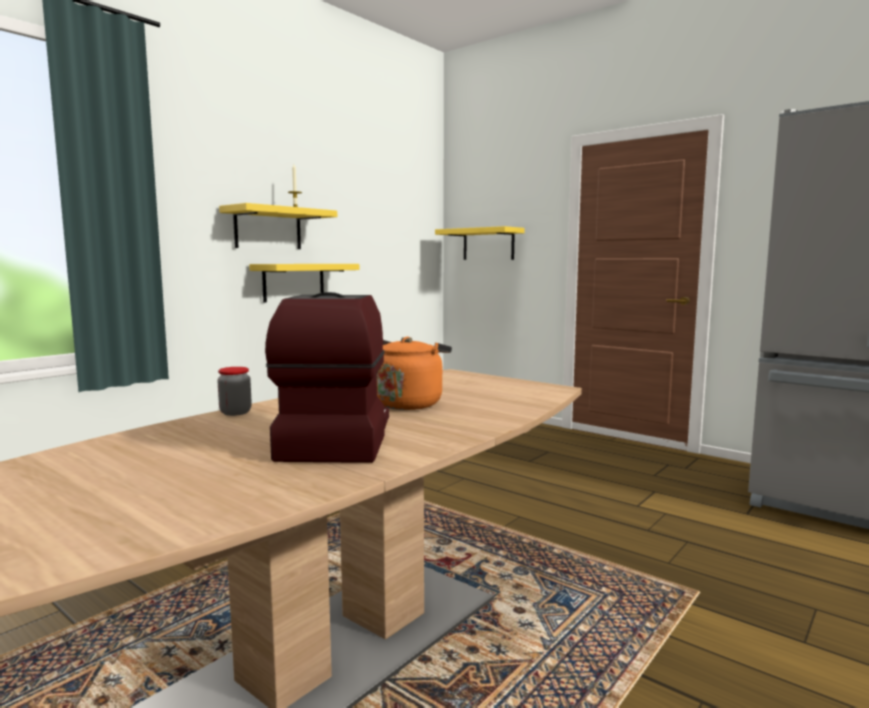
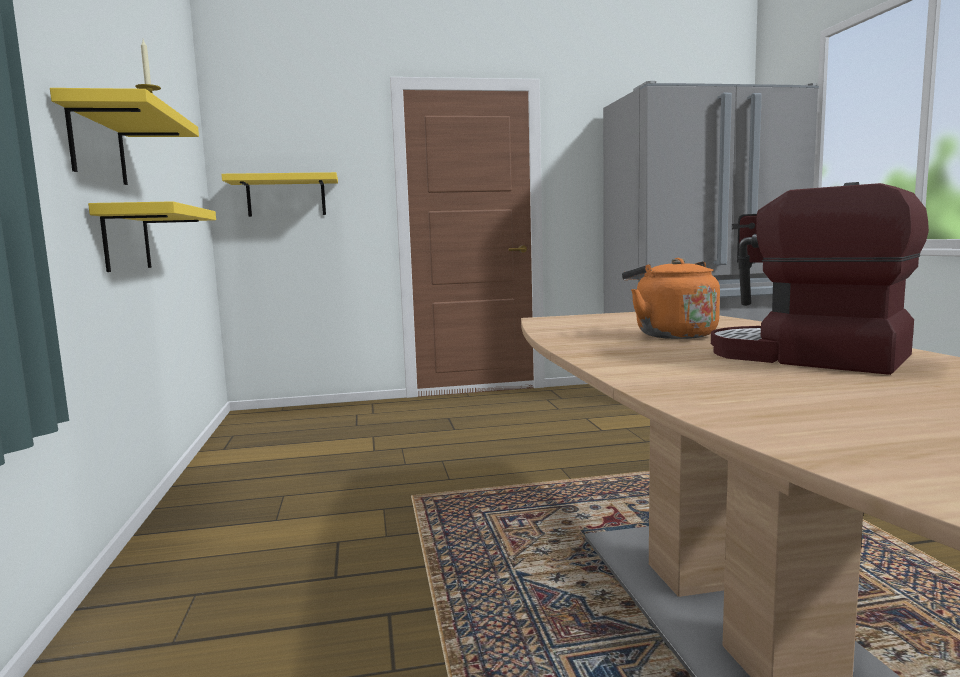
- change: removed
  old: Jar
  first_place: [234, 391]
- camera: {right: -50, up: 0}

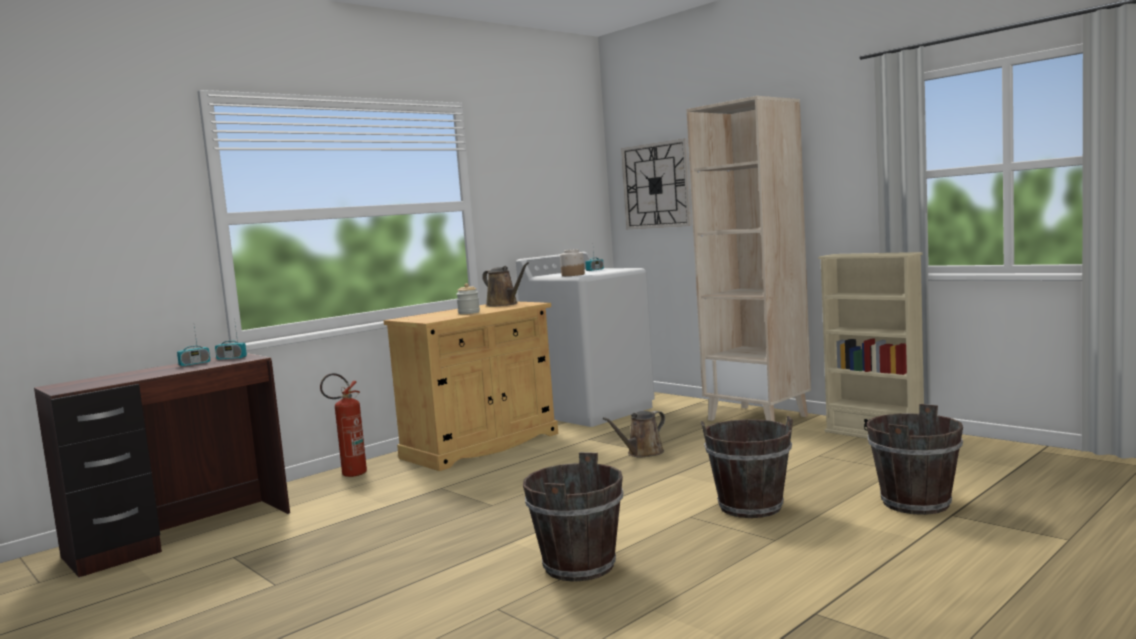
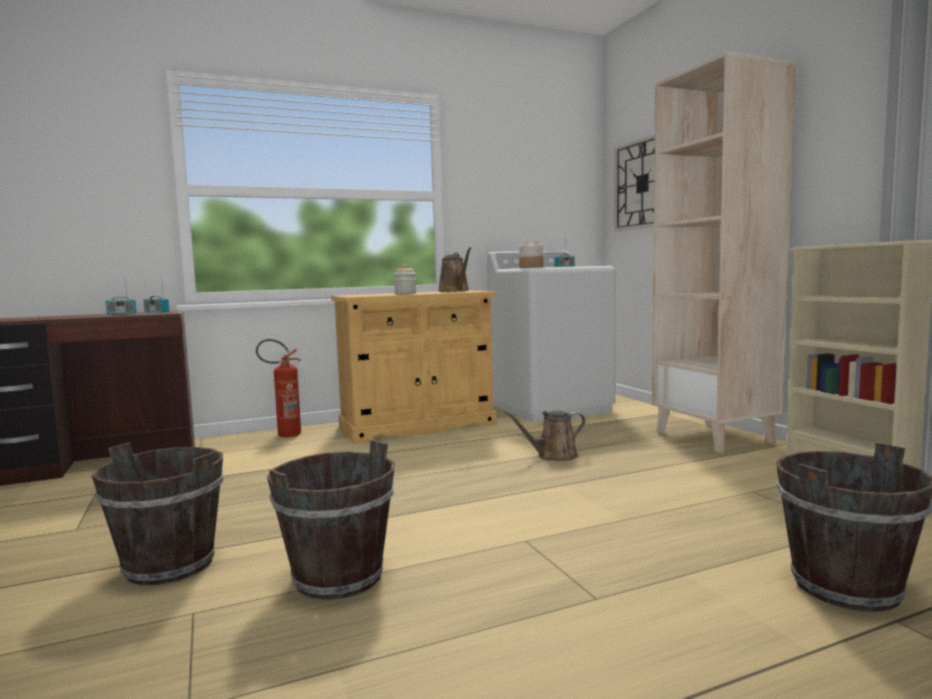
- change: moved
  old: BrownBucket
  first_place: [747, 467]
  second_place: [157, 513]
- camera: {right: 20, up: 0}

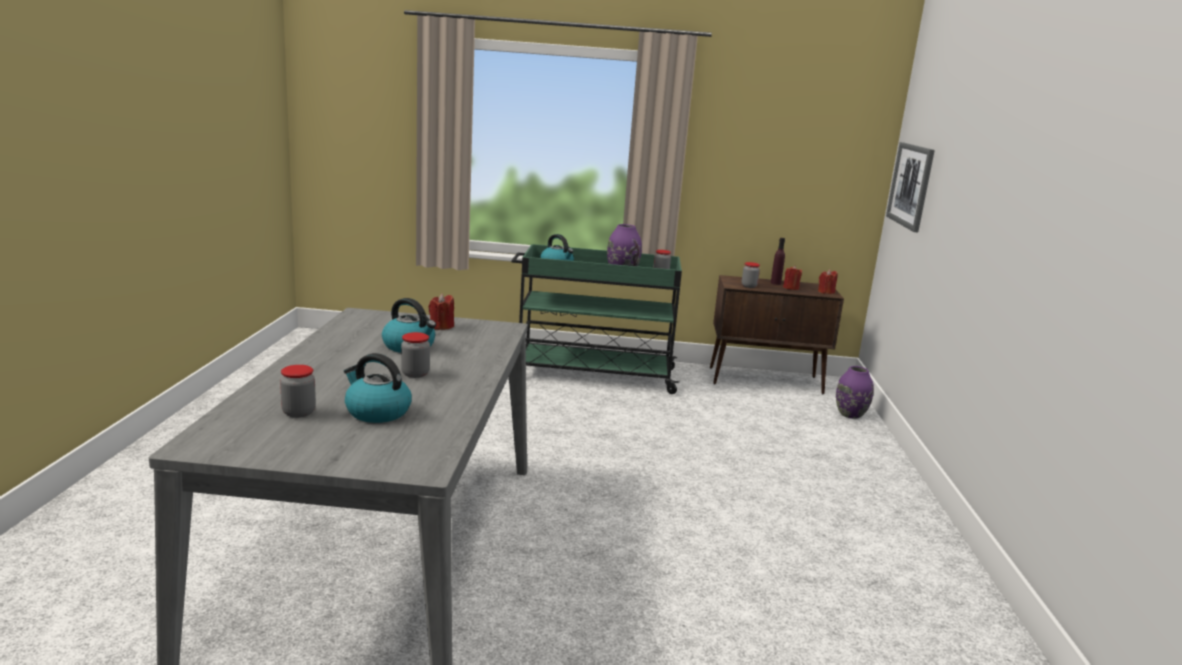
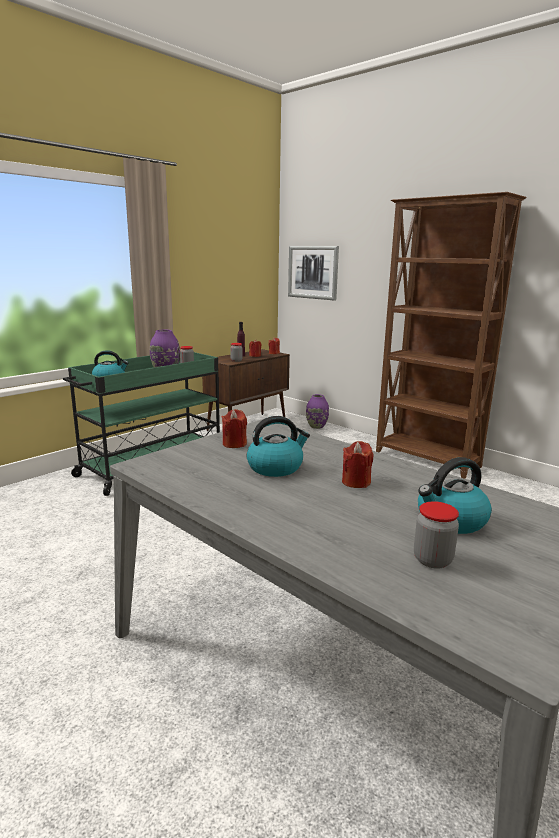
- change: replaced
  old: Jar
  new: RedCandle
  first_place: [415, 355]
  second_place: [357, 464]
- change: added
  new: BrownBookcase
  second_place: [451, 335]
- camera: {right: -50, up: 0}

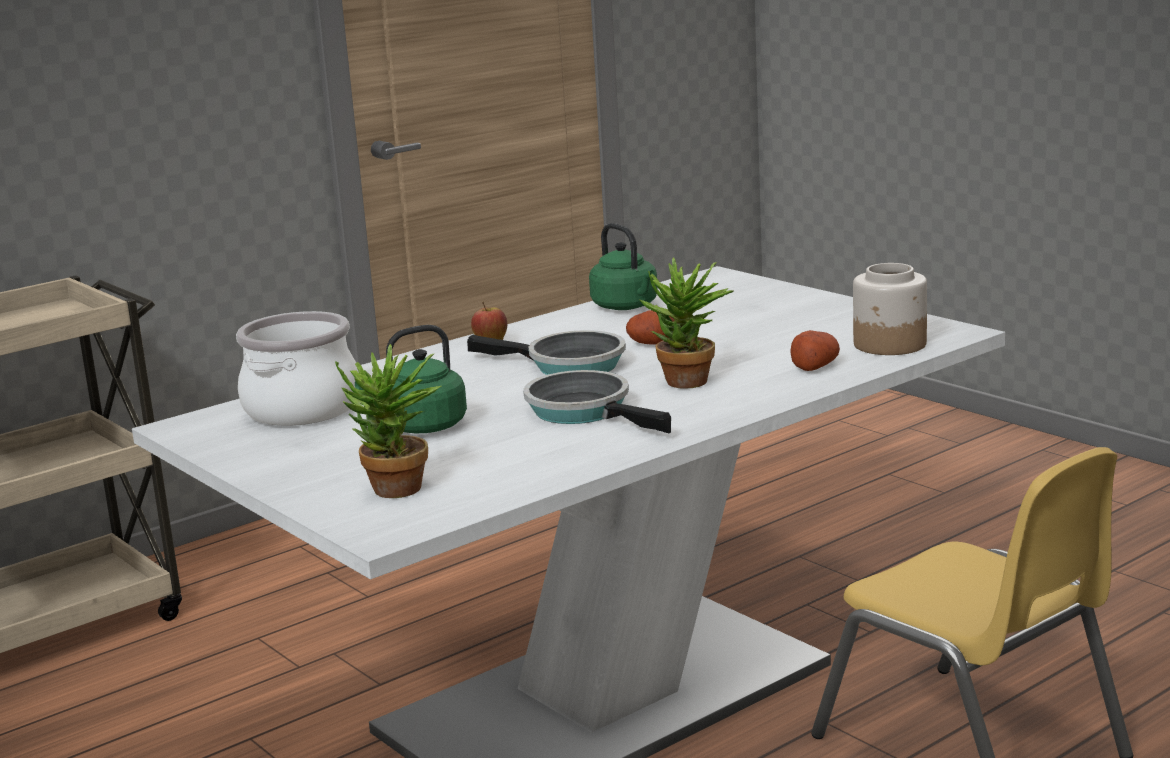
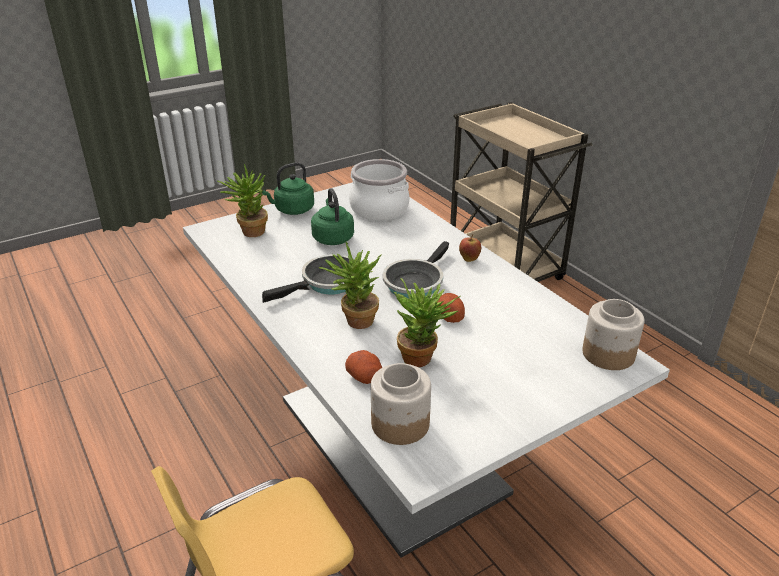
- change: moved
  old: GreenKettle
  first_place: [623, 266]
  second_place: [288, 188]
- change: added
  new: PottedPlant
  second_place: [427, 322]
- change: added
  new: Jar
  second_place: [613, 334]
- camera: {right: 95, up: 15}

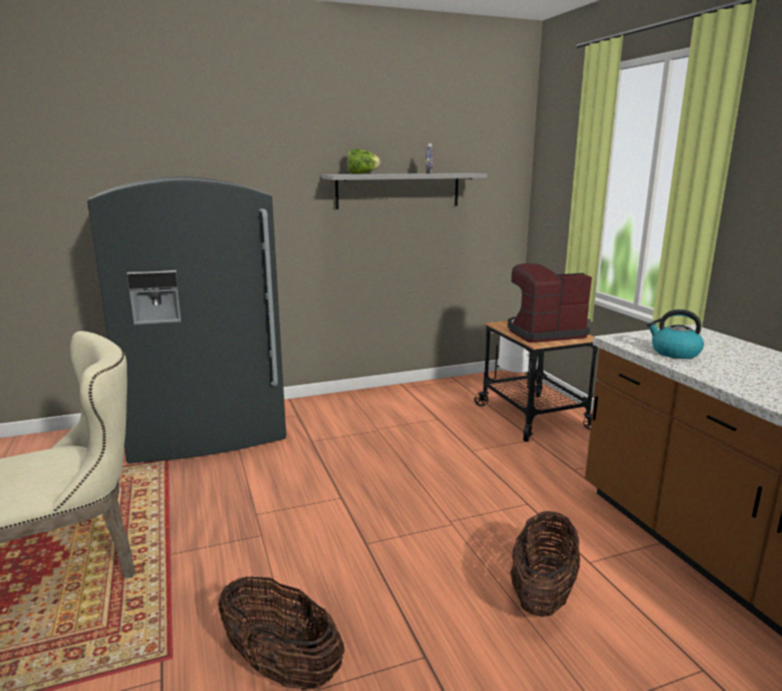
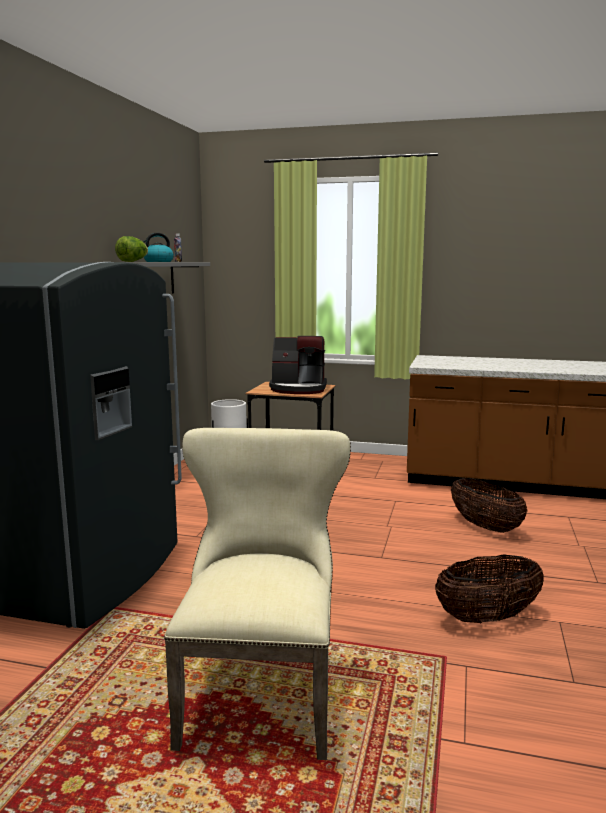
- change: moved
  old: Kettle
  first_place: [675, 334]
  second_place: [158, 247]
- change: turned
  old: CoffeeMachine
  first_place: [550, 303]
  second_place: [298, 365]
  degrees: -105
- camera: {right: -55, up: -5}

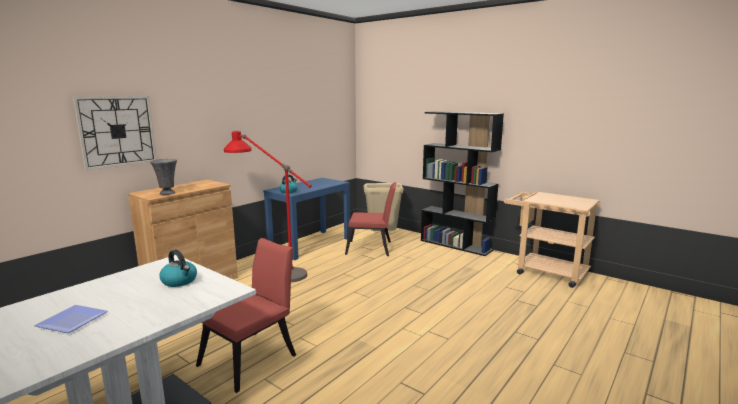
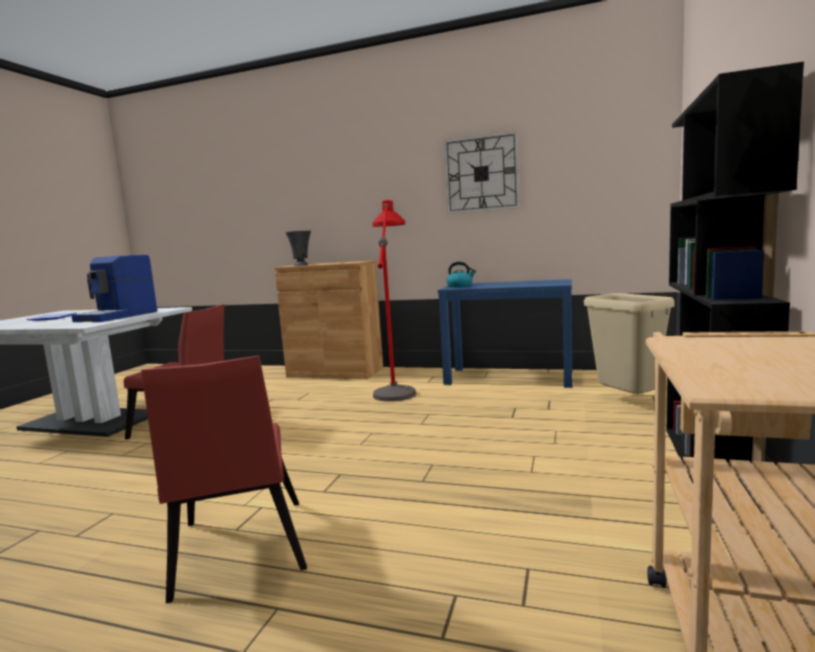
- change: replaced
  old: Kettle
  new: CoffeeMachine
  first_place: [178, 268]
  second_place: [114, 288]
- change: moved
  old: RedChair
  first_place: [371, 219]
  second_place: [224, 479]
- change: moved
  old: WallClock
  first_place: [115, 133]
  second_place: [482, 172]
- camera: {right: 70, up: -5}

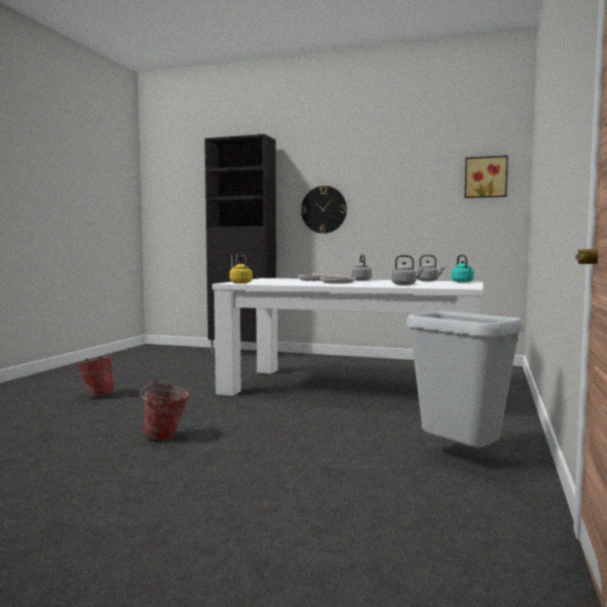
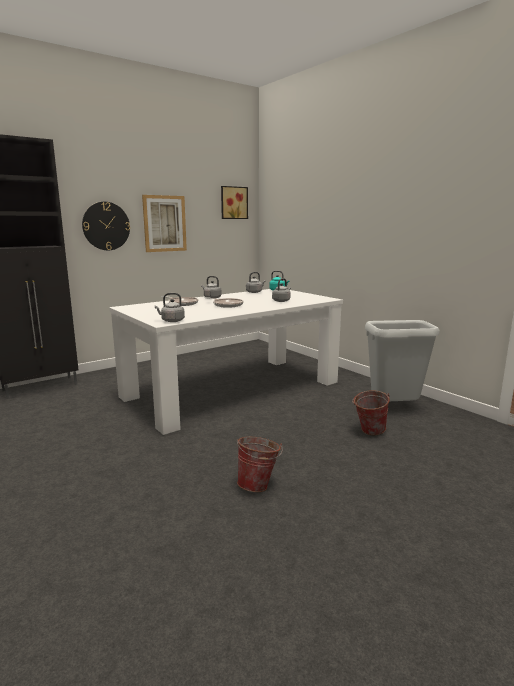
- change: added
  new: Picture
  second_place: [164, 223]
- change: recoloured
  old: YellowKettle
  new: GreyKettle
  first_place: [241, 269]
  second_place: [170, 307]
- change: moved
  old: Bucket
  first_place: [95, 376]
  second_place: [371, 413]
- camera: {right: -55, up: 10}

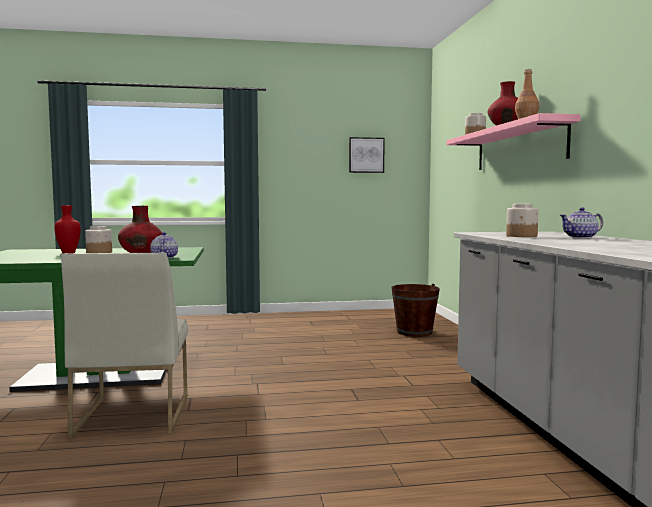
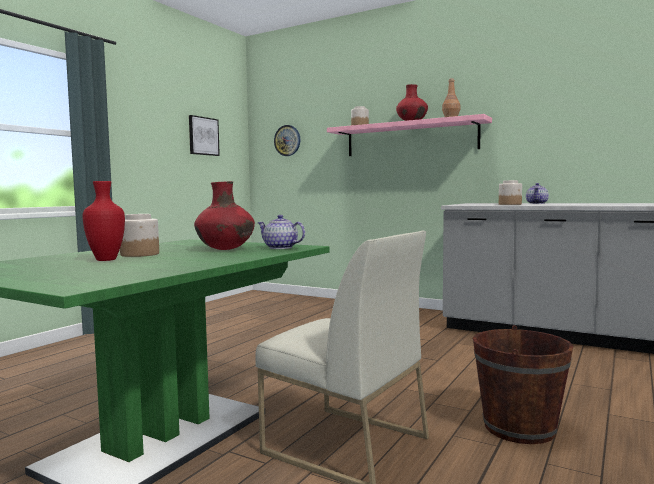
- change: added
  new: WallClock
  second_place: [287, 140]
- change: moved
  old: BrownBucket
  first_place: [416, 310]
  second_place: [523, 384]
- camera: {right: -50, up: 0}

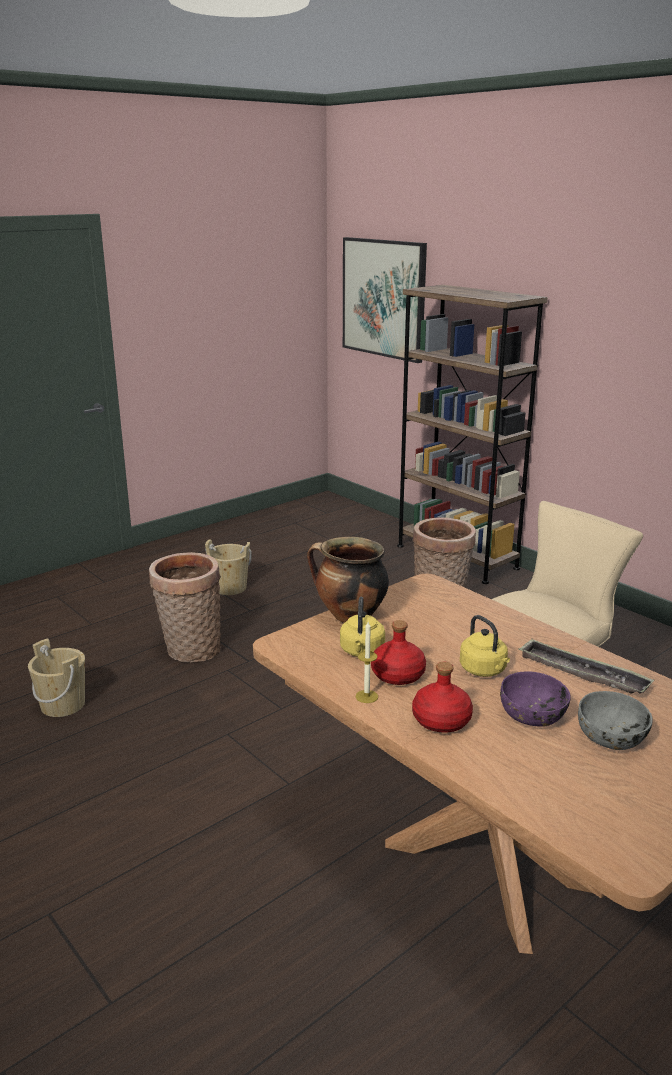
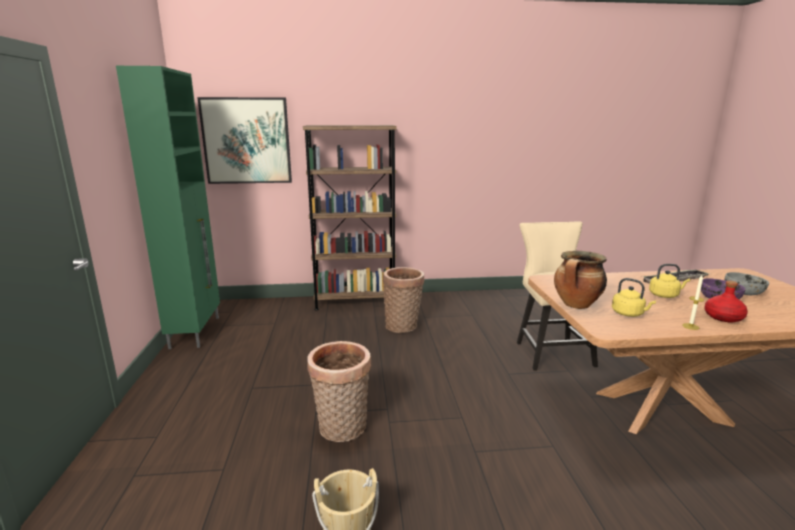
- change: added
  new: GreenCabinet
  second_place: [168, 207]
- change: removed
  old: BeigeBucket
  first_place: [228, 567]
- change: removed
  old: RedBottle
  first_place: [398, 652]
- camera: {right: -55, up: -5}

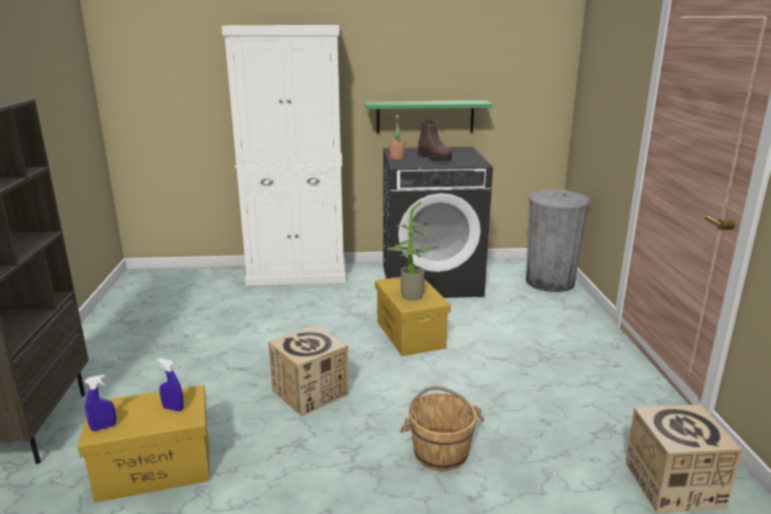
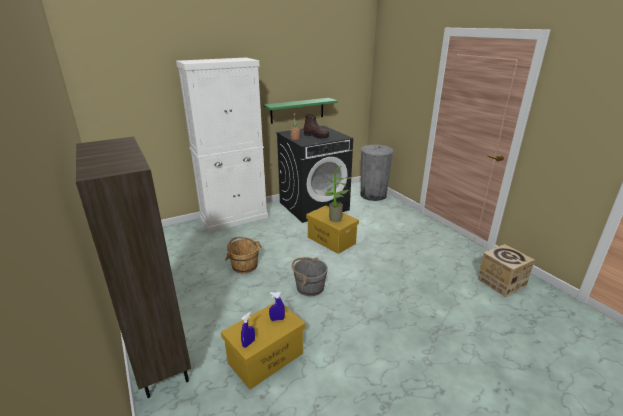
- change: moved
  old: BrownBucket
  first_place: [442, 428]
  second_place: [243, 255]
- change: replaced
  old: CardboardBox
  new: GreyBucket
  first_place: [308, 370]
  second_place: [310, 276]
- camera: {right: -25, up: 5}

